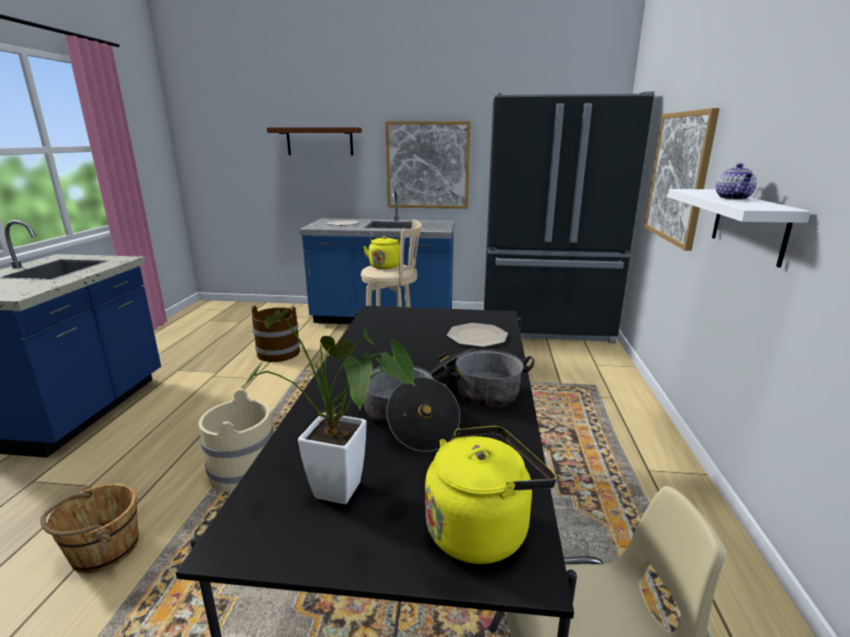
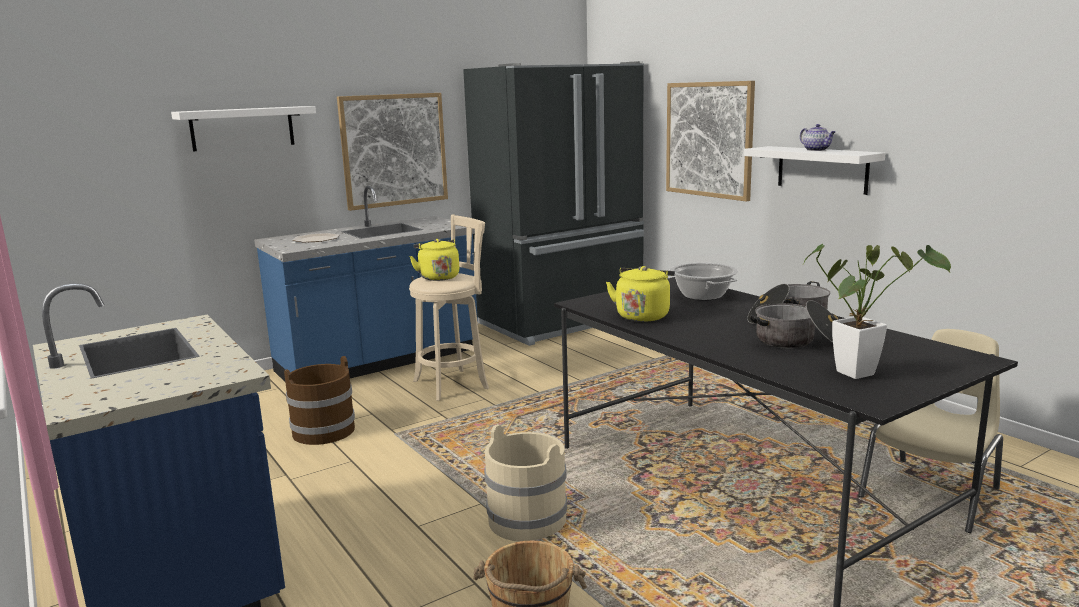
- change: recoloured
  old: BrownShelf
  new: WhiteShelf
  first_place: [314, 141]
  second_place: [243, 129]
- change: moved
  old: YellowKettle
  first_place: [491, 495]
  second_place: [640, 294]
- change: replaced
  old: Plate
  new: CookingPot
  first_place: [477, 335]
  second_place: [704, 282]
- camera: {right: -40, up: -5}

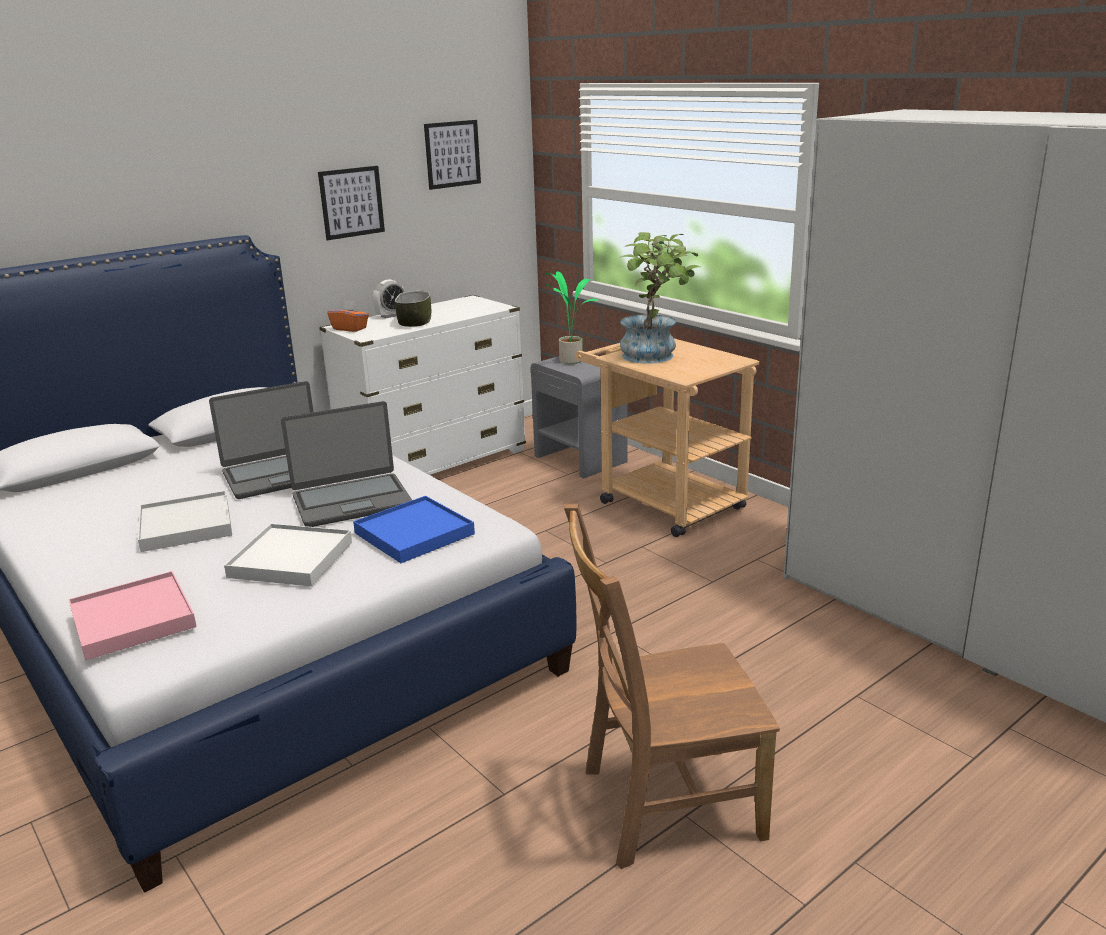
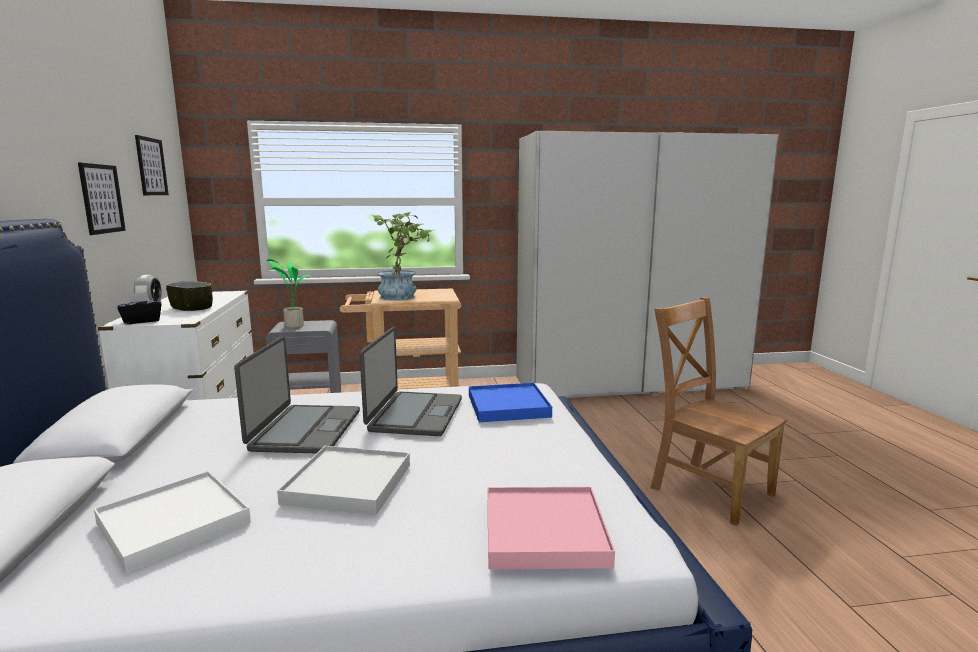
- change: moved
  old: WhiteTray
  first_place: [288, 555]
  second_place: [172, 522]
- change: recoloured
  old: OrangeTissueBox
  new: BlackTissueBox
  first_place: [348, 316]
  second_place: [139, 308]
- change: turned
  old: BrownChair
  first_place: [672, 686]
  second_place: [719, 411]
  degrees: 120
- camera: {right: -60, up: -10}

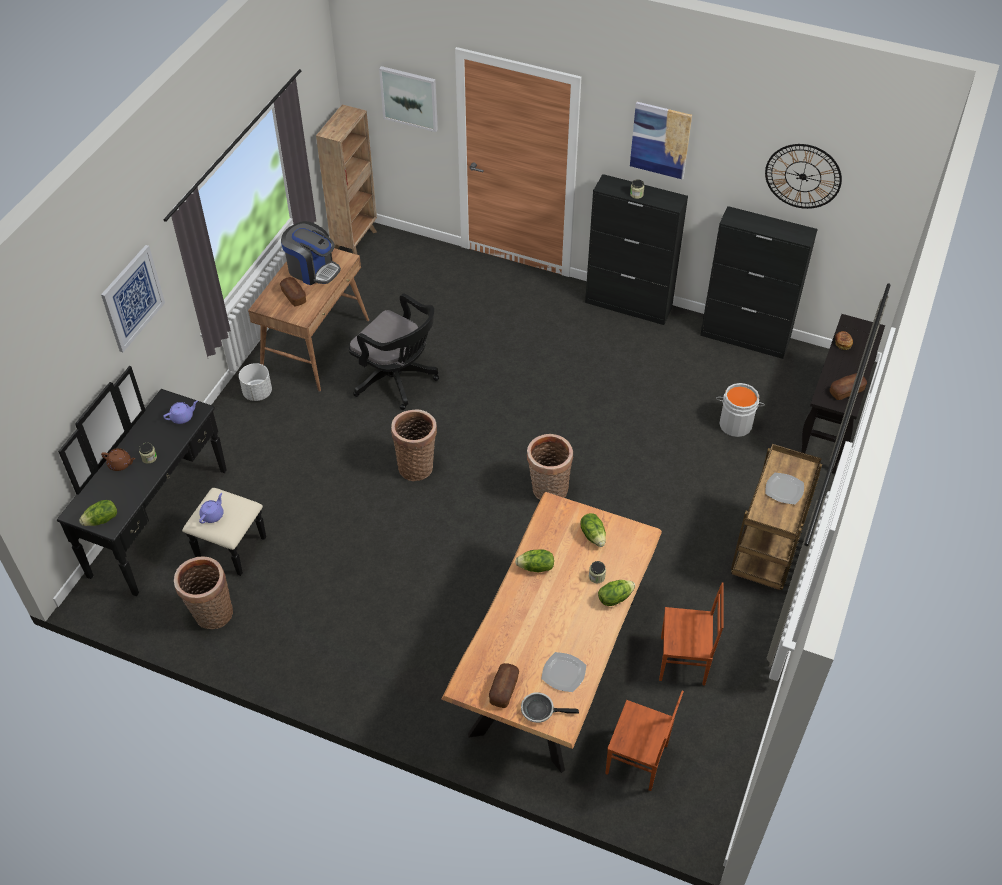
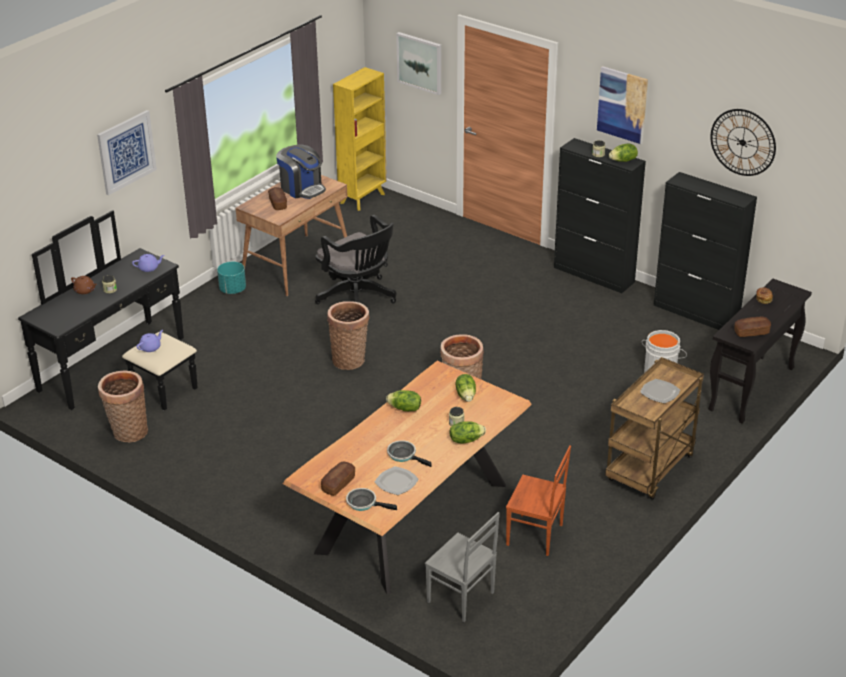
- change: recoloured
  old: WhitePlanter
  new: TurquoisePlanter
  first_place: [255, 382]
  second_place: [231, 278]
- change: recoloured
  old: BrownBookcase
  new: YellowBookcase
  first_place: [346, 179]
  second_place: [360, 139]
- change: added
  new: FryingPan
  second_place: [409, 453]
- change: recoloured
  old: BrownChair
  new: GreyChair
  first_place: [644, 740]
  second_place: [462, 567]
- change: moved
  old: Lettuce
  first_place: [98, 513]
  second_place: [623, 153]
- camera: {right: 15, up: -15}

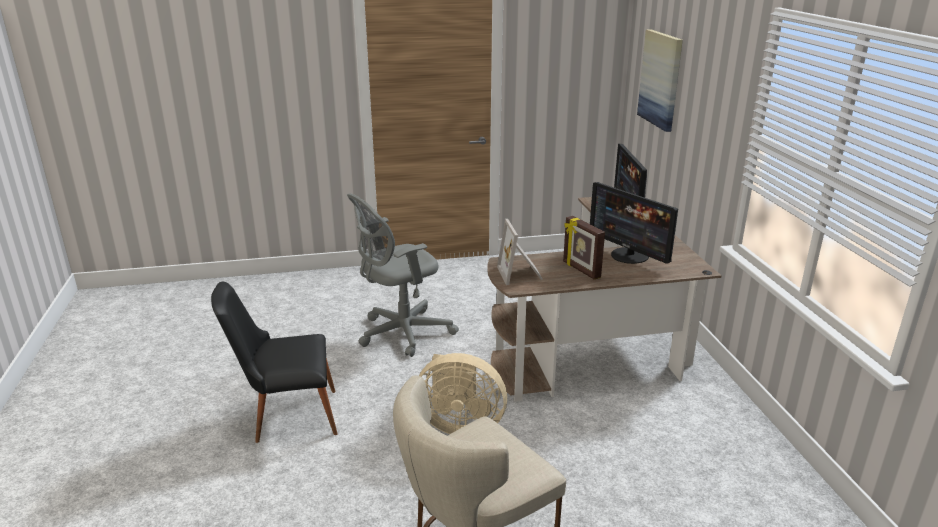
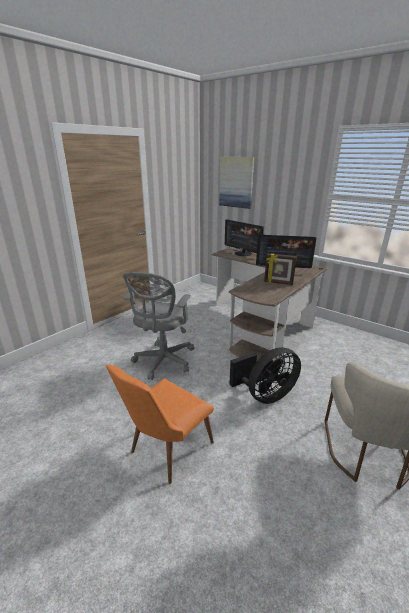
- change: recoloured
  old: BlackChair
  new: OrangeChair
  first_place: [274, 362]
  second_place: [160, 424]
- change: recoloured
  old: BeigeFan
  new: BlackFan
  first_place: [463, 393]
  second_place: [265, 375]
- change: removed
  old: PictureFrame
  first_place: [520, 252]
- camera: {right: -40, up: 0}

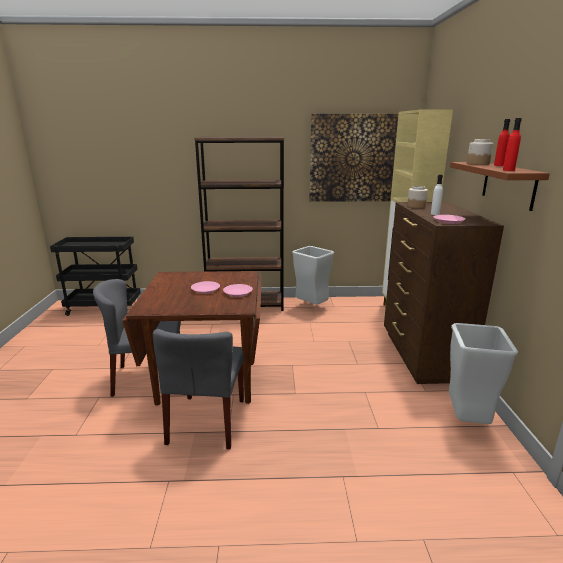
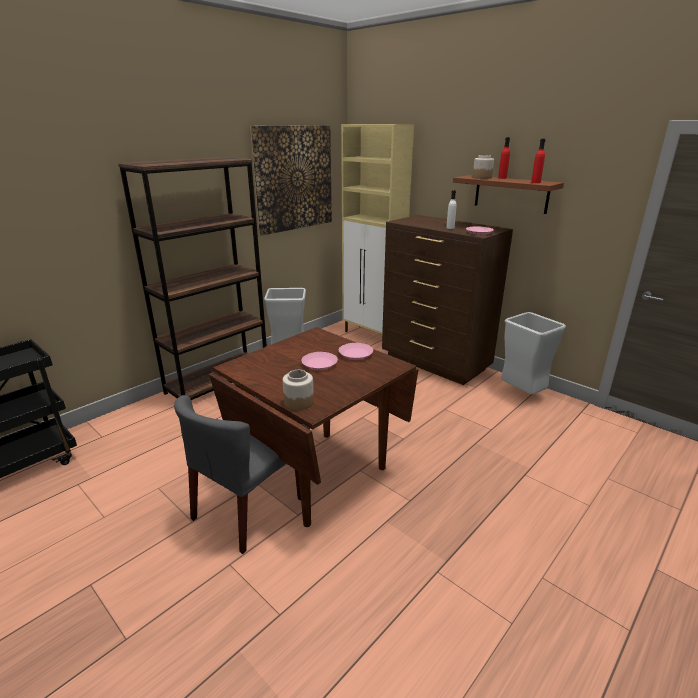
- change: moved
  old: Jar
  first_place: [417, 197]
  second_place: [298, 390]
- change: removed
  old: GreyChair
  first_place: [198, 389]
- camera: {right: -45, up: 5}

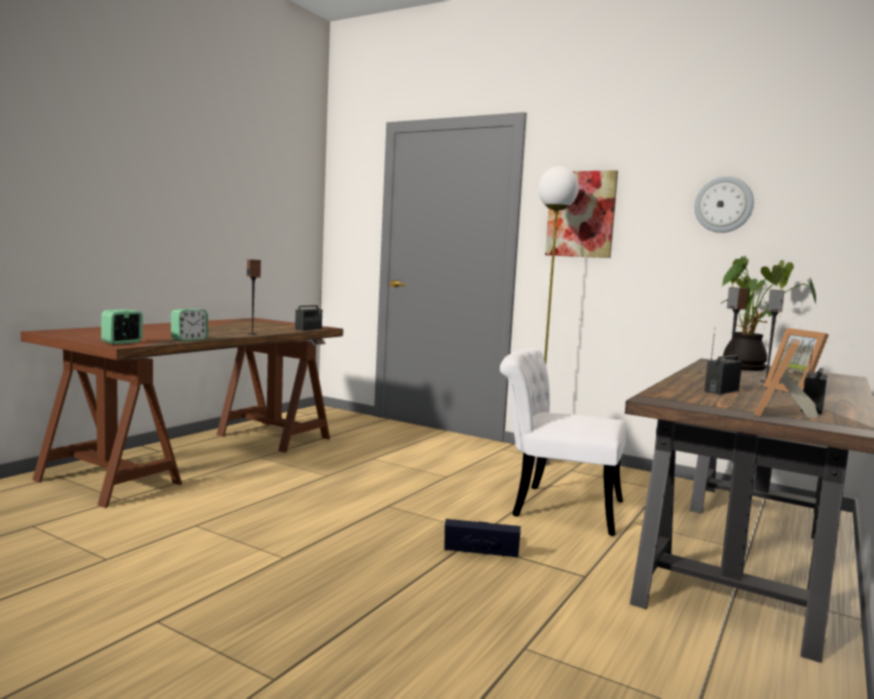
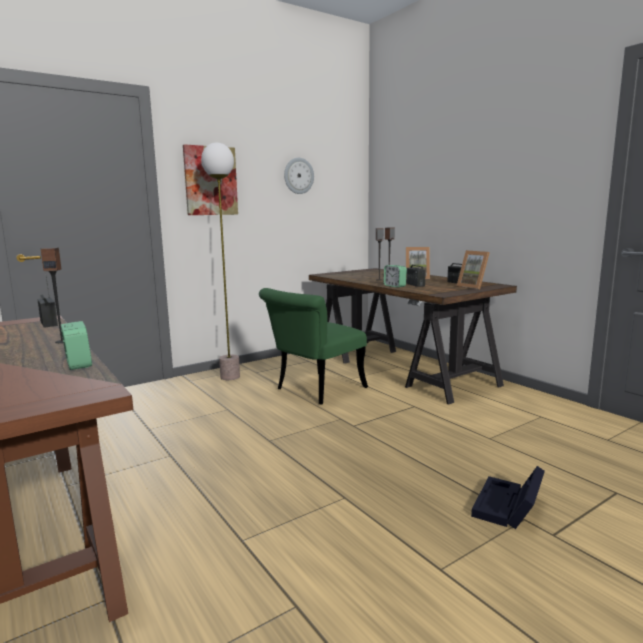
- change: recoloured
  old: WhiteChair
  new: GreenChair
  first_place: [563, 442]
  second_place: [313, 346]
- change: moved
  old: AlarmClock
  first_place: [122, 326]
  second_place: [395, 276]
- change: moved
  old: BlackStorageBox
  first_place: [483, 538]
  second_place: [508, 497]
- change: removed
  old: PottedPlant
  first_place: [768, 313]
- camera: {right: -65, up: 5}

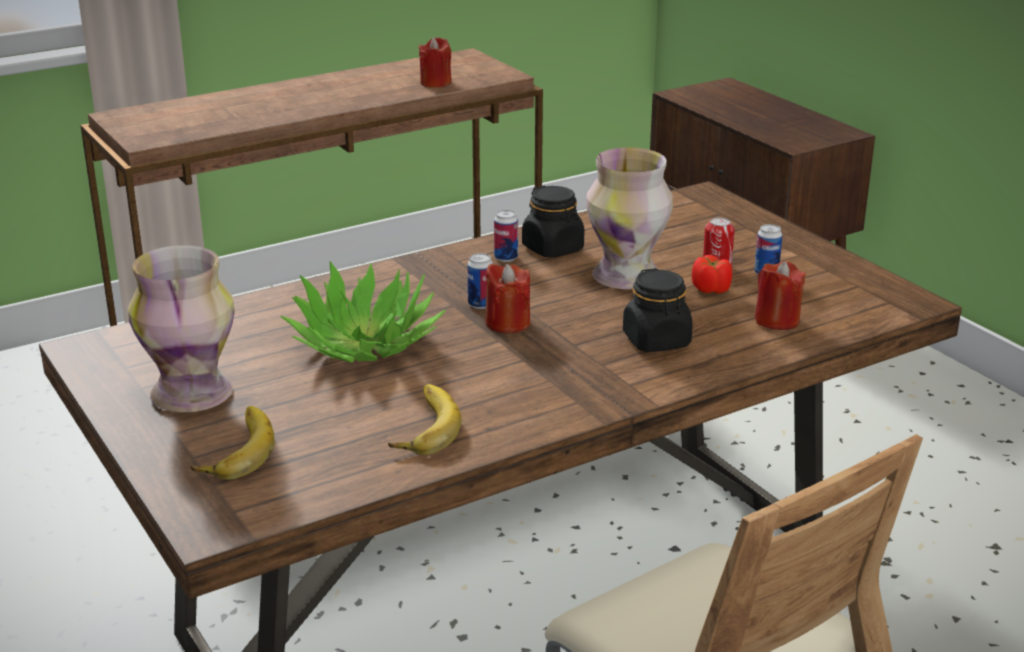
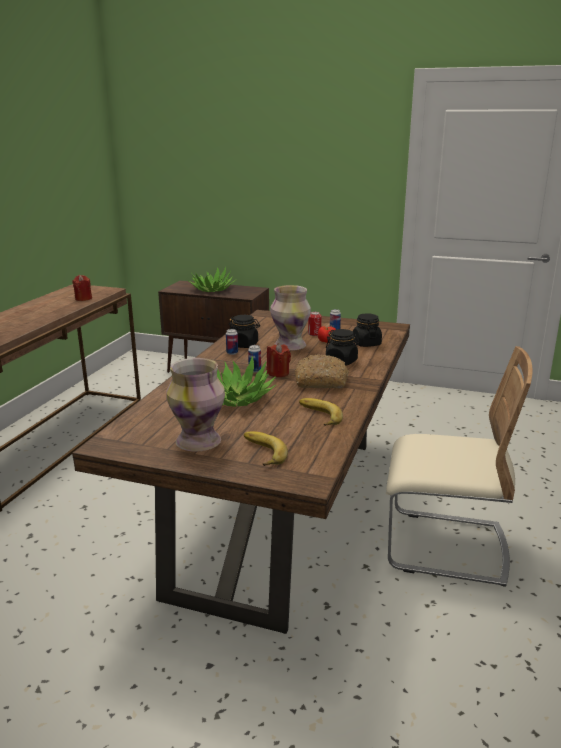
- change: added
  new: PottedPlant
  second_place: [212, 279]
- change: added
  new: Bread
  second_place: [322, 371]
- change: replaced
  old: RedCandle
  new: BlackJar
  first_place: [780, 295]
  second_place: [367, 330]
- camera: {right: -40, up: -5}

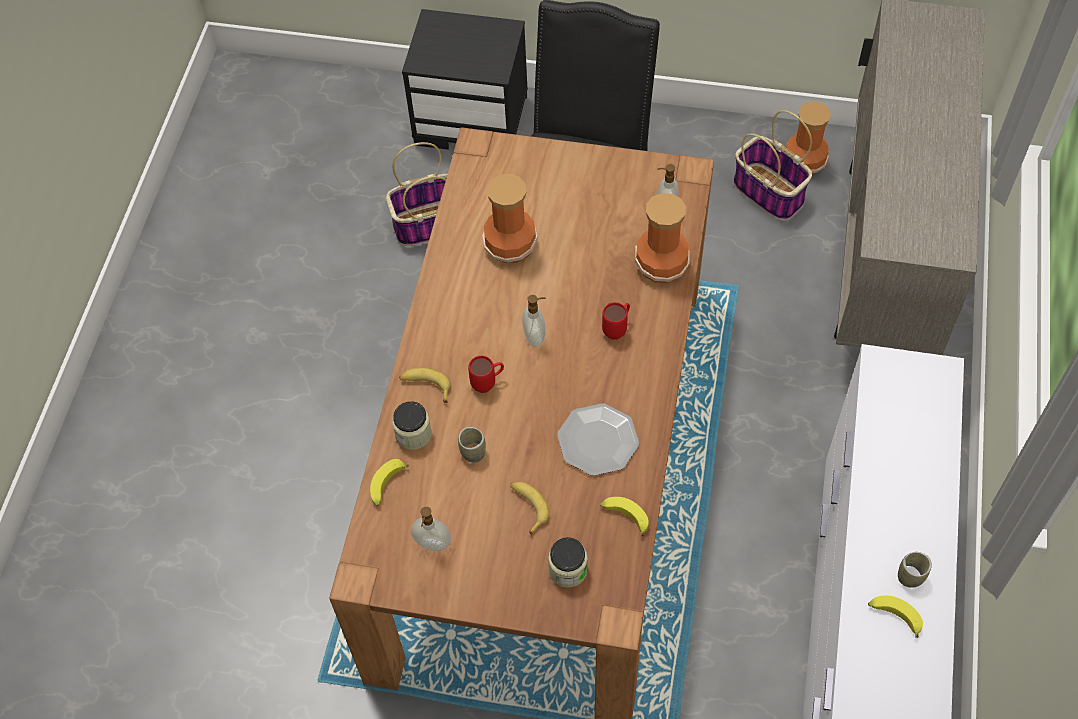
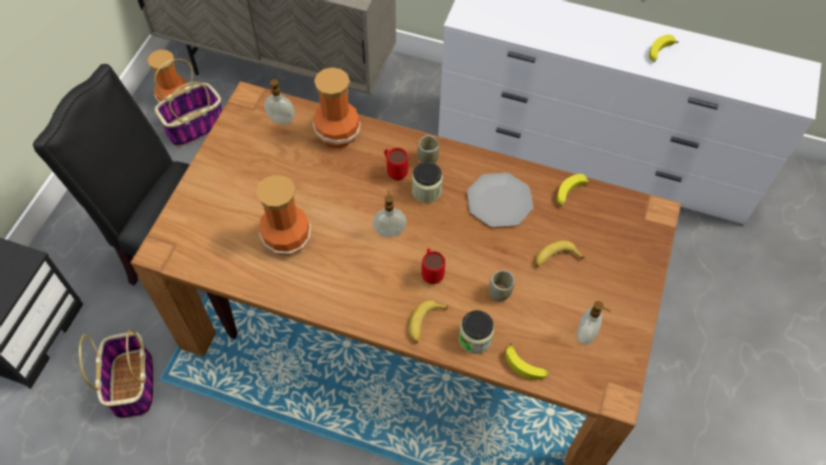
- change: moved
  old: Jar
  first_place: [568, 562]
  second_place: [427, 182]
- change: moved
  old: Cup
  first_place: [915, 570]
  second_place: [428, 149]
- camera: {right: -85, up: 0}

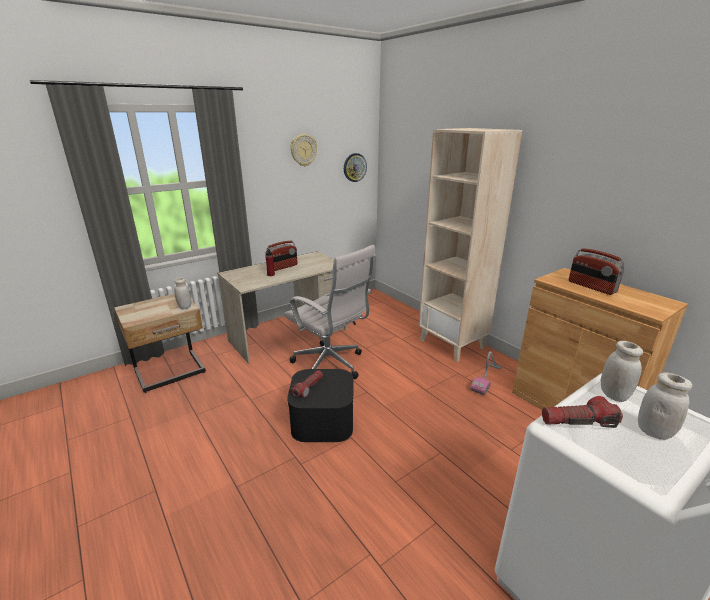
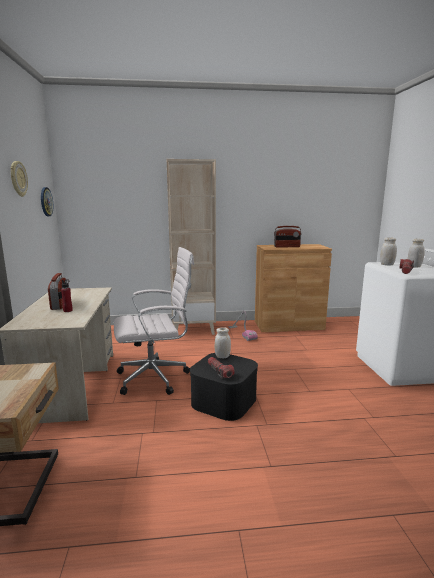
- change: moved
  old: WhiteJar
  first_place: [182, 293]
  second_place: [223, 342]
- camera: {right: -60, up: -10}

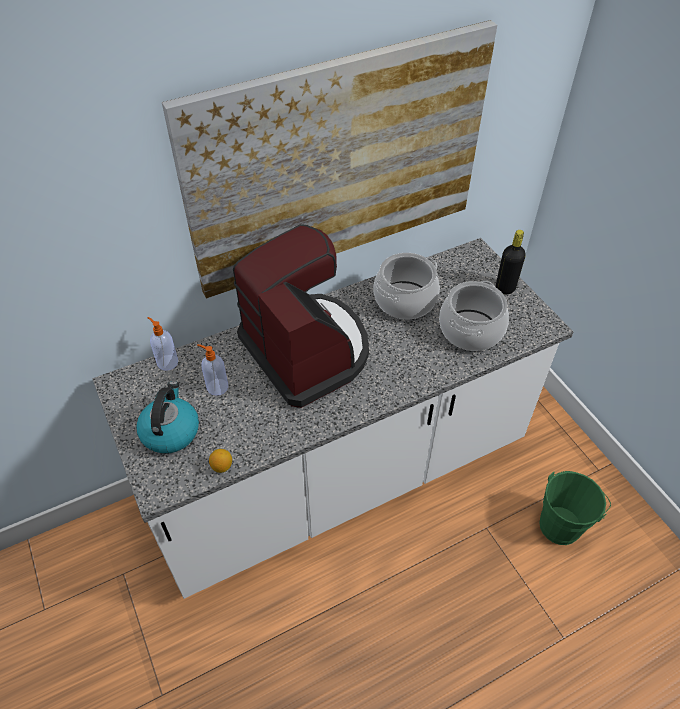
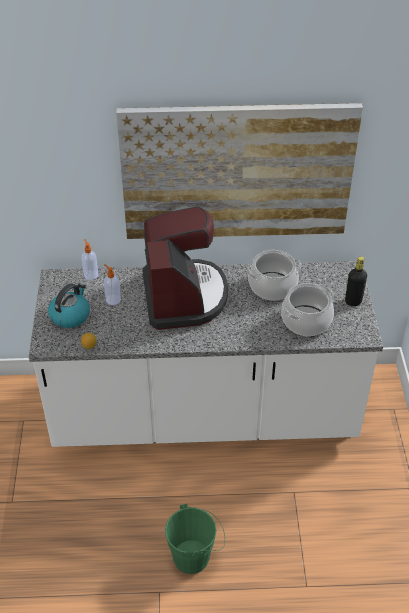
- change: moved
  old: GreenBucket
  first_place: [575, 508]
  second_place: [195, 538]
- camera: {right: 25, up: -5}

